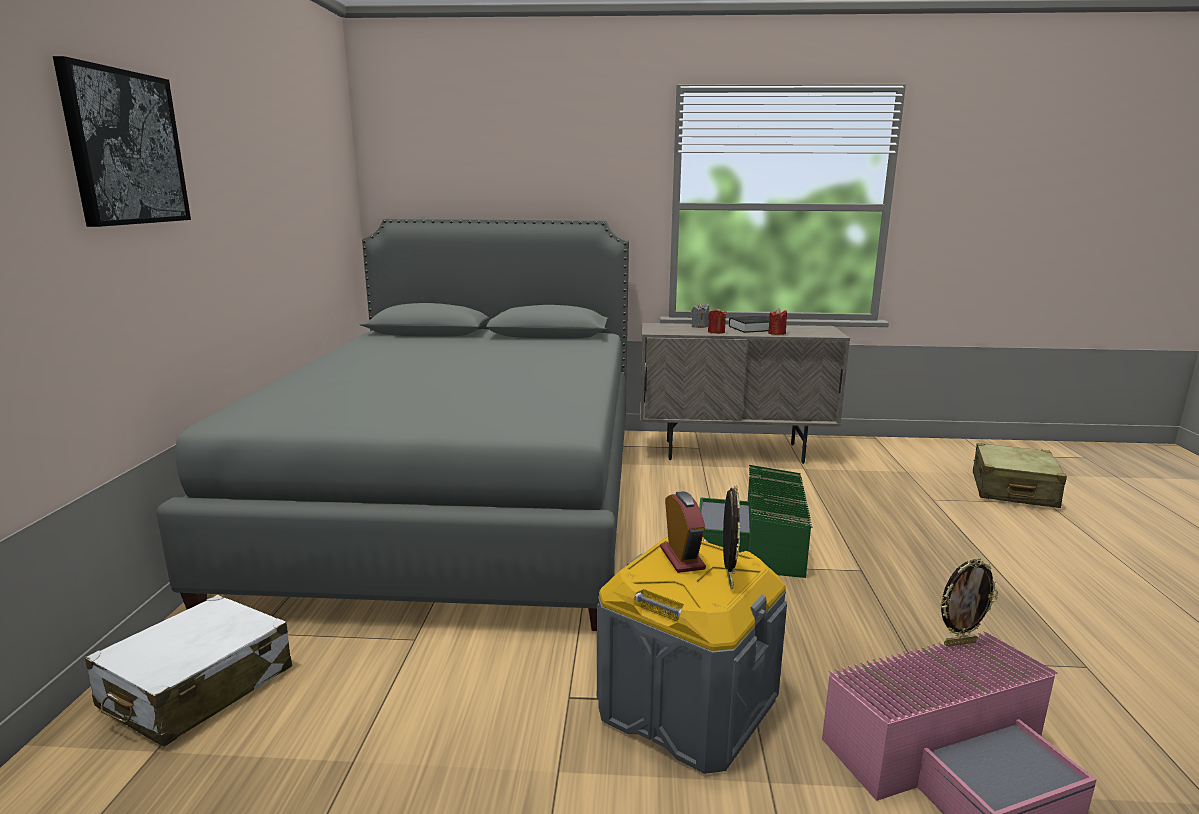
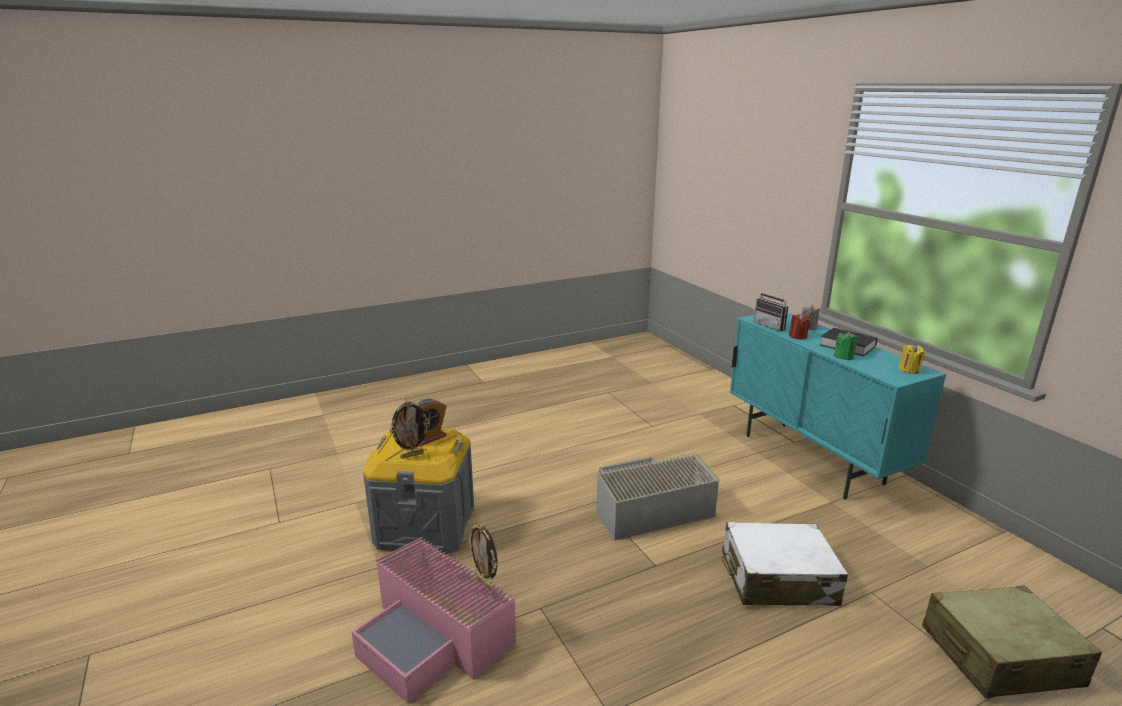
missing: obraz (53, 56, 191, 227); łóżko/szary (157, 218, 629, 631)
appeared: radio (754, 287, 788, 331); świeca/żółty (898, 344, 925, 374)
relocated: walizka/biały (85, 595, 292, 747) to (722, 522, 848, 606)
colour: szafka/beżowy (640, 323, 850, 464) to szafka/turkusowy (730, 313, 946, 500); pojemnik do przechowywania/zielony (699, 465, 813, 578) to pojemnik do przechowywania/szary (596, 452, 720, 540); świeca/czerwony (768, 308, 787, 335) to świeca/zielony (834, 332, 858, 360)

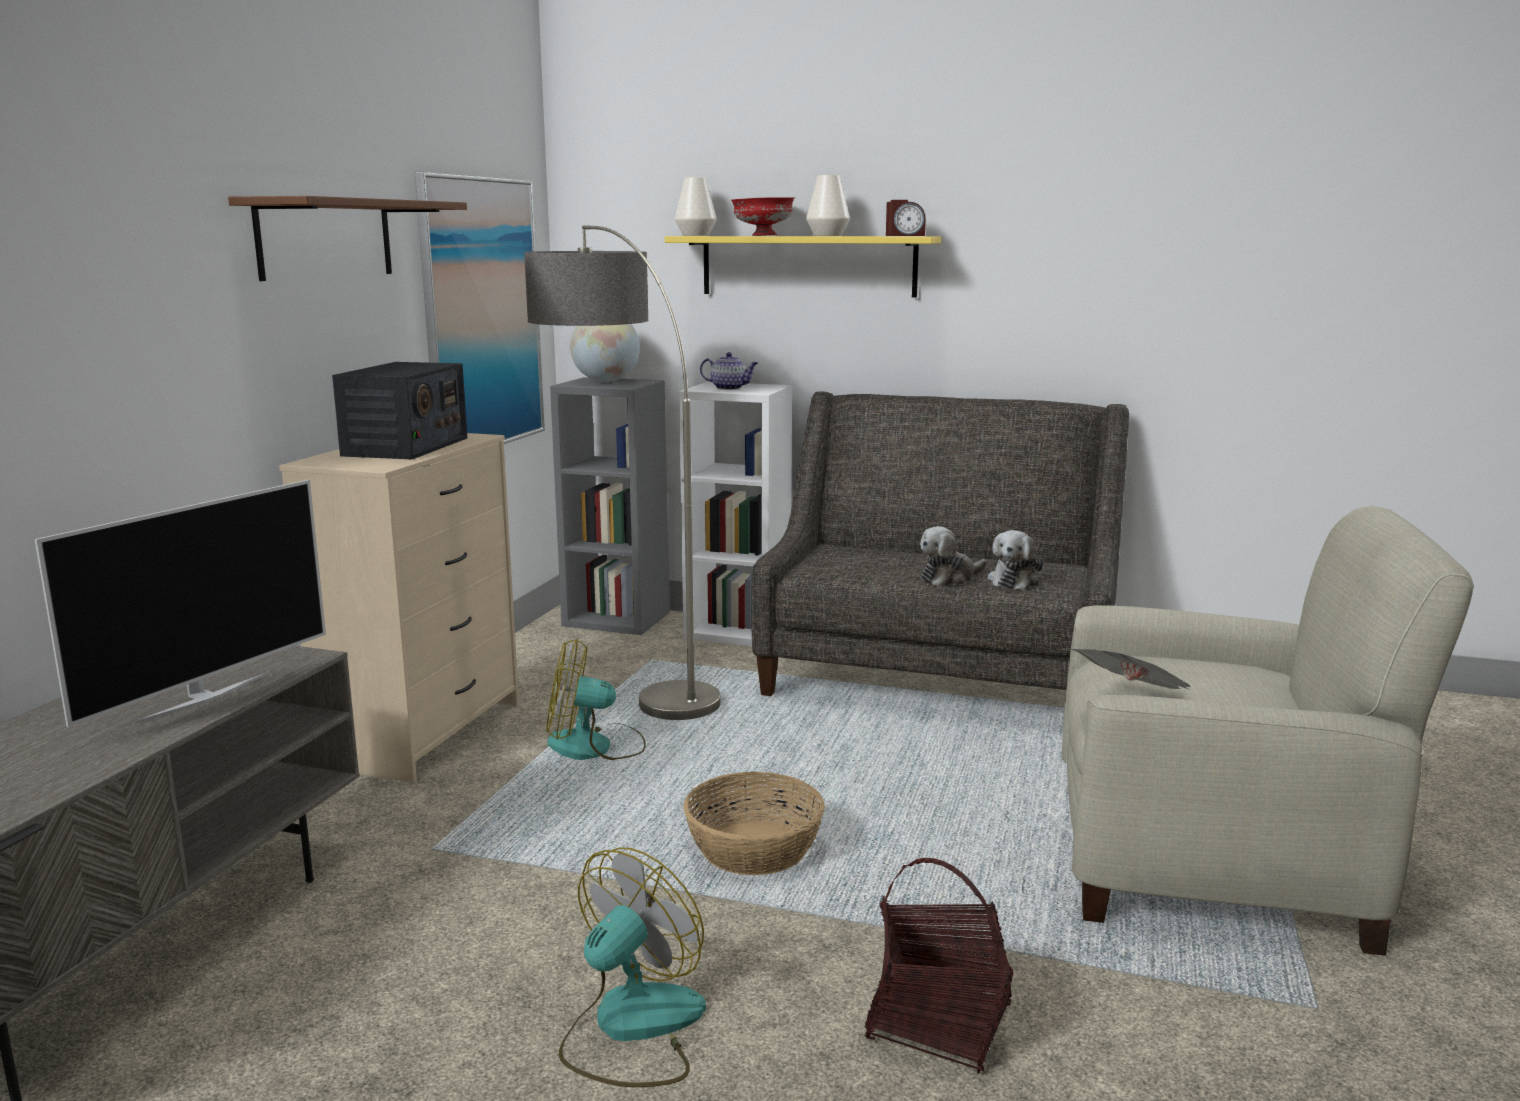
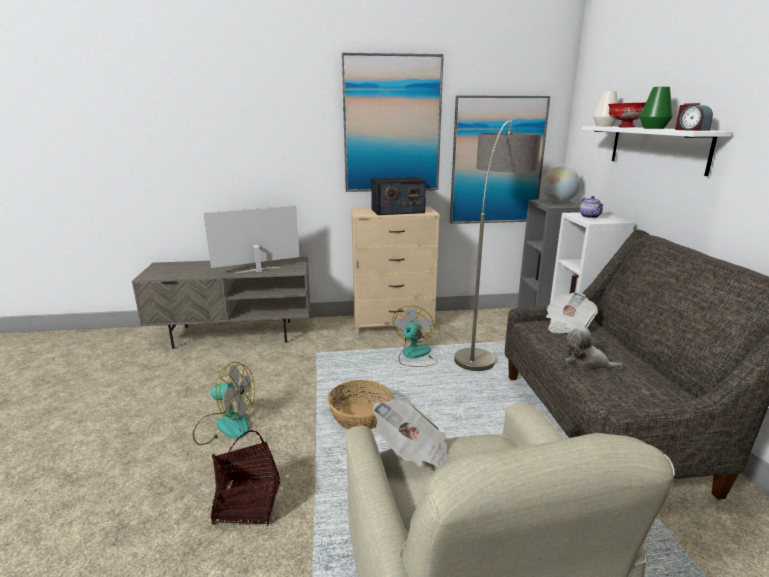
missing: pluszak (988, 530, 1044, 590)
appeared: gazeta (546, 292, 598, 333)
exchanged: półka/brązowy (228, 196, 467, 281) to obraz (342, 53, 444, 192)
colour: półka/żółty (665, 236, 941, 298) to półka/biały (582, 126, 732, 176); wazon/biały (806, 175, 850, 236) to wazon/zielony (639, 87, 673, 129)
spun: telewizor (35, 480, 326, 727) = (204, 206, 300, 273) 150 degrees clockwise; wentylator (547, 639, 646, 760) = (393, 306, 435, 367) 45 degrees clockwise

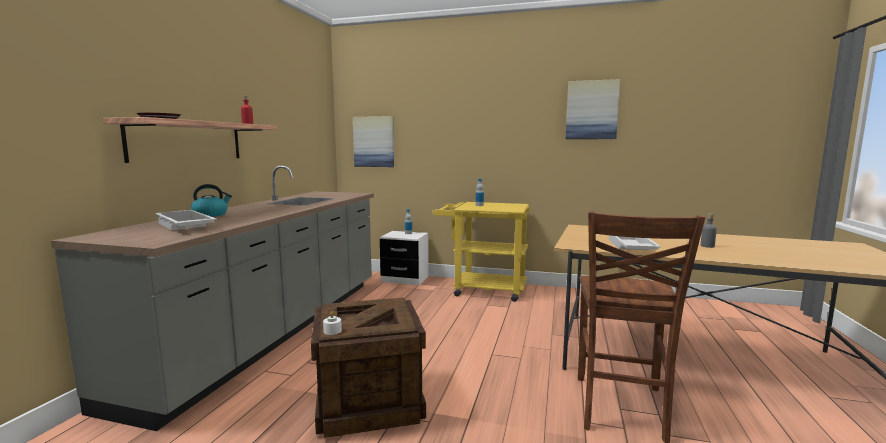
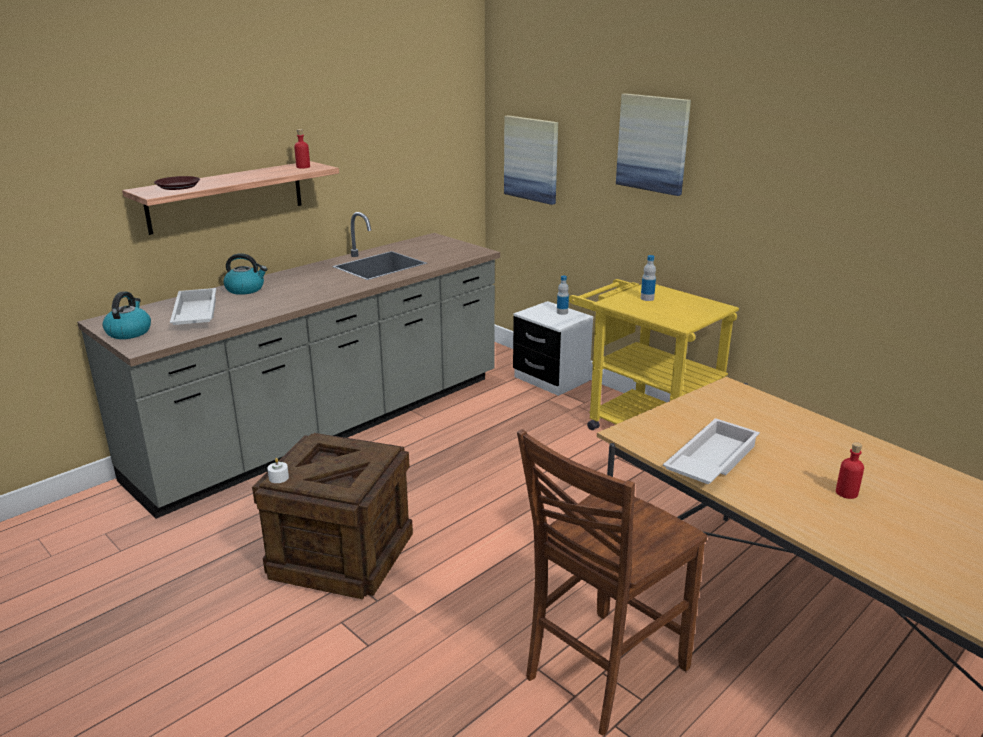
appeared: czajnik (102, 291, 151, 339)
relocated: obraz (566, 79, 620, 139) to (616, 93, 691, 196)
colour: butelka/szary (701, 214, 717, 248) to butelka/czerwony (836, 442, 864, 499)

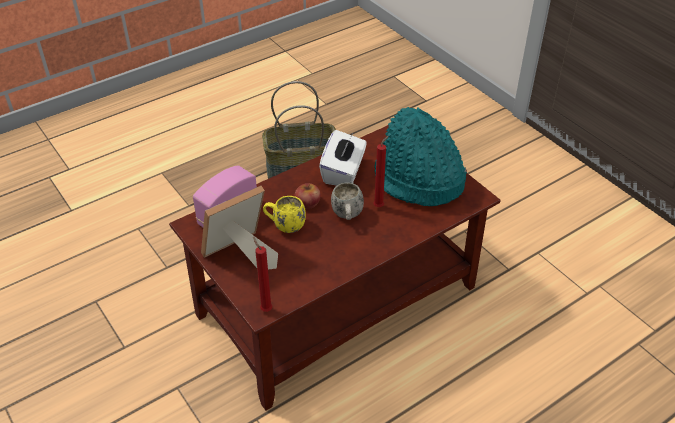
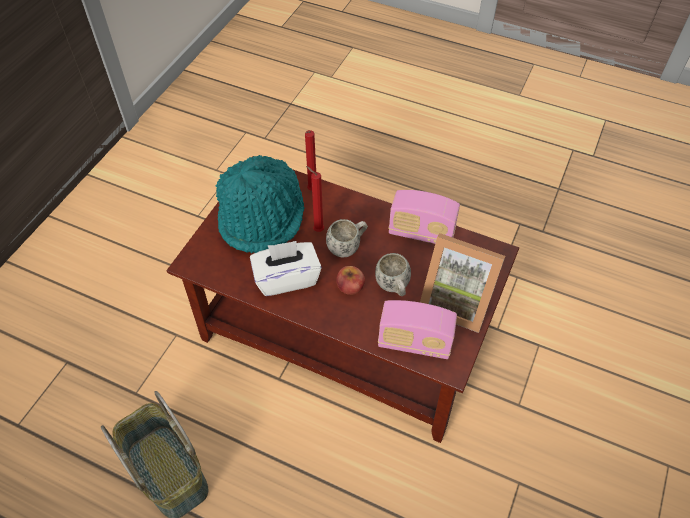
appeared: radio (389, 190, 460, 244)
relocated: świeca/czerwony (253, 237, 272, 312) to (305, 130, 316, 191)
colour: kubek/żółty (263, 196, 306, 233) to kubek/biały (375, 253, 411, 296)

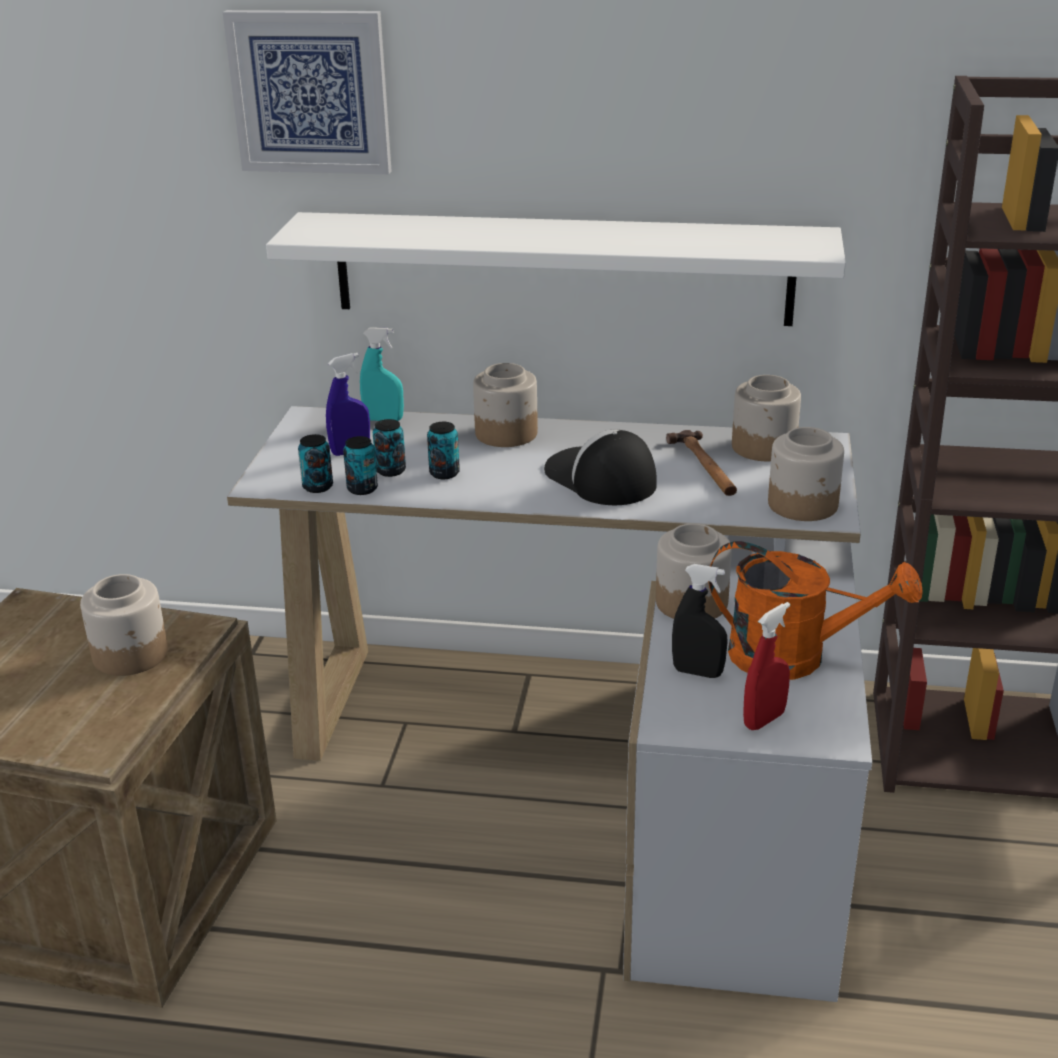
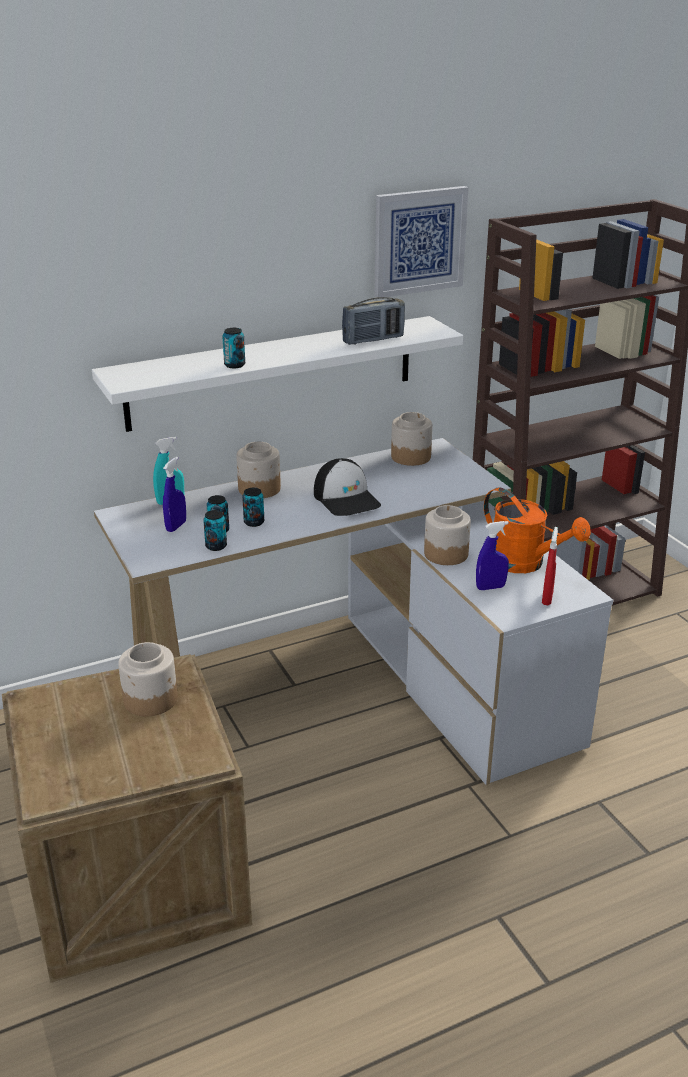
missing: młotek (666, 430, 737, 496); słoik (768, 427, 844, 521)
appeared: radio (342, 297, 405, 345)
relocated: obraz (223, 10, 392, 174) to (375, 186, 468, 298); puszka (298, 434, 333, 493) to (222, 328, 245, 368)
colour: spryskiwacz/czarny (672, 564, 728, 678) to spryskiwacz/niebieski (476, 521, 509, 590)
spun: czapka z daszkiem (544, 430, 657, 505) = (314, 458, 381, 516) 135 degrees counterclockwise; konewka/pomarańczowy (708, 541, 922, 680) = (484, 487, 591, 573) 60 degrees clockwise

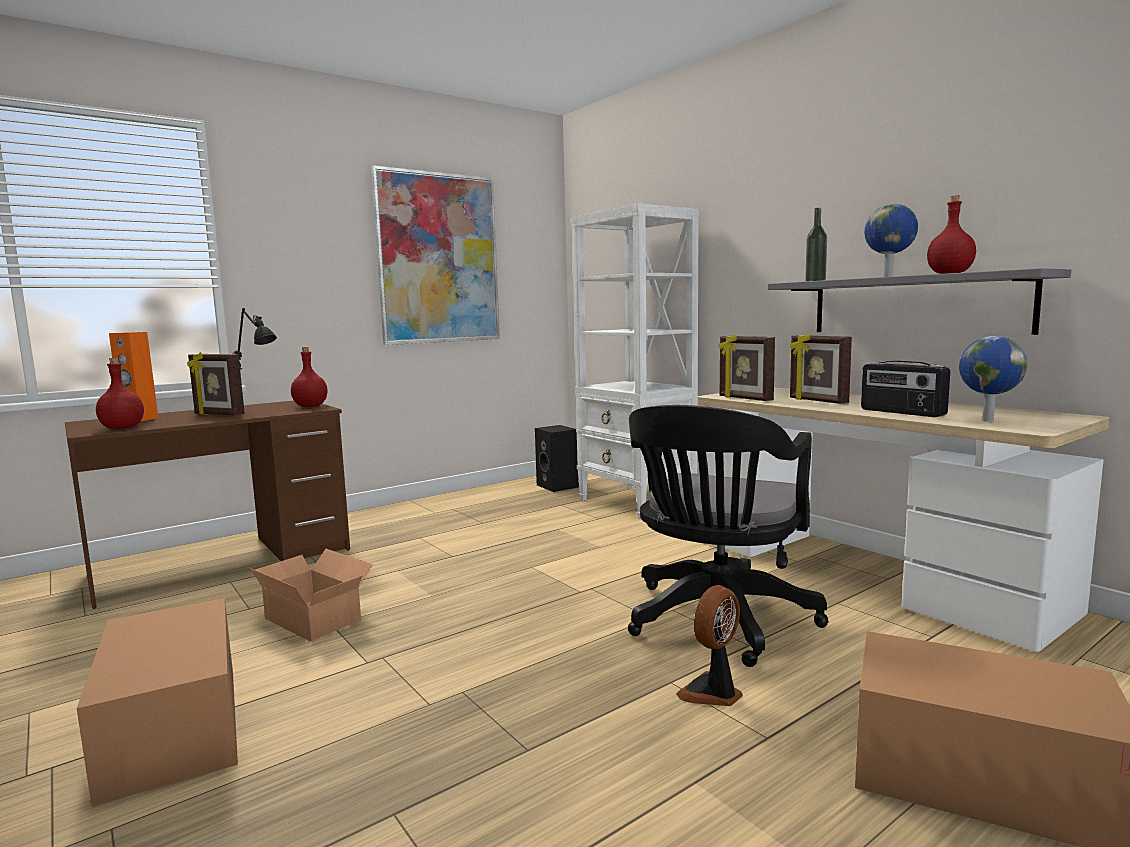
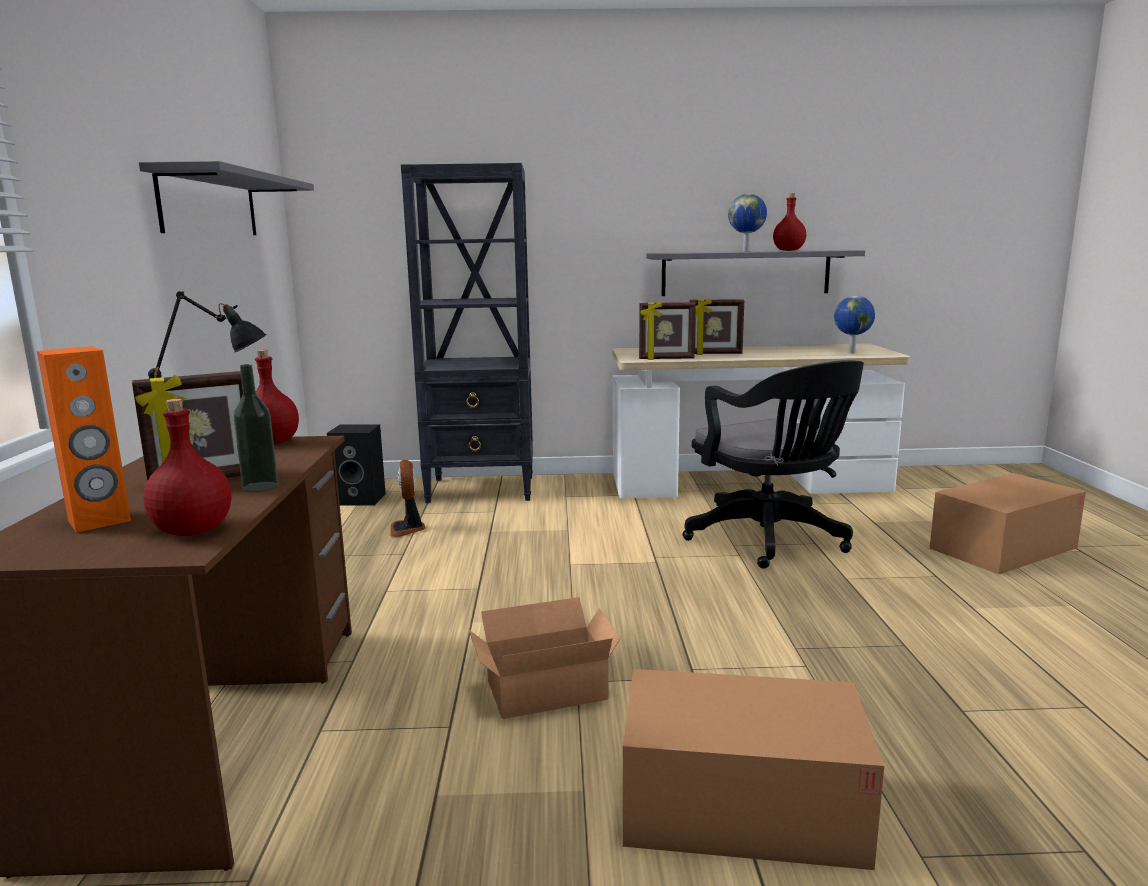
missing: radio (861, 361, 950, 417)
relocated: wentylator (676, 585, 743, 706) to (391, 460, 425, 537); butelka (805, 208, 827, 281) to (233, 364, 278, 492)
exchanged: obraz (371, 165, 500, 345) to półka/szary (139, 161, 314, 235)
colour: regał/biały (571, 203, 699, 520) to regał/czarny (401, 163, 533, 503)

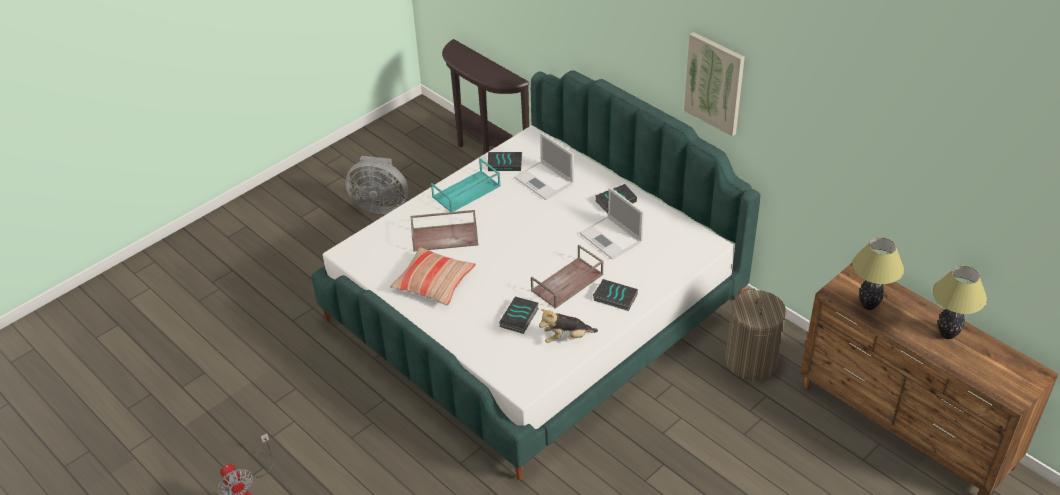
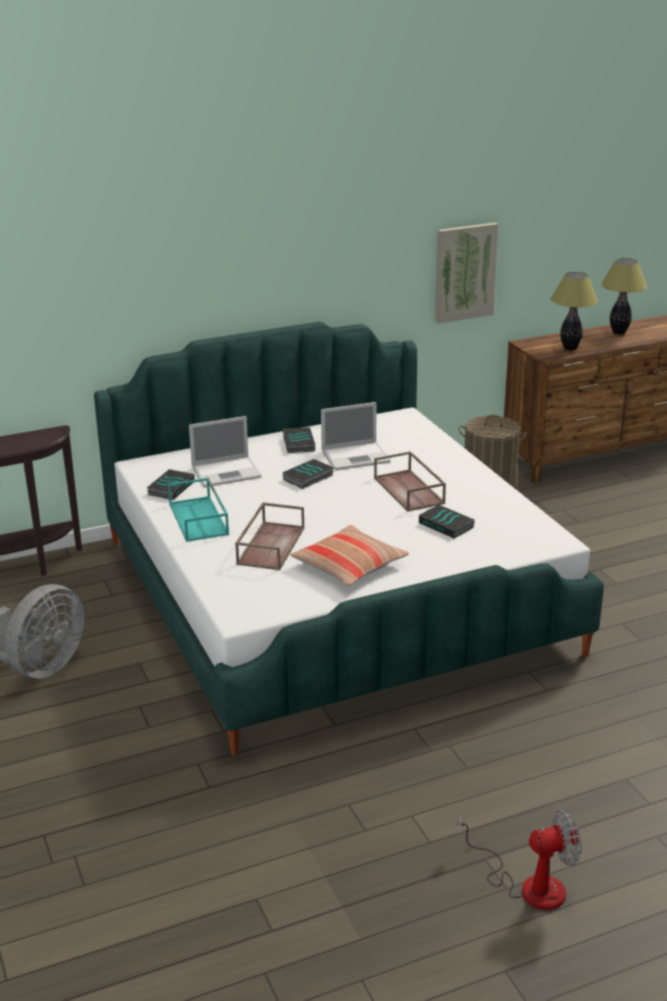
missing: pluszak (539, 309, 598, 343)
relocated: książka (593, 279, 638, 311) to (283, 459, 334, 489); obraz (684, 32, 745, 137) to (435, 222, 499, 324)

